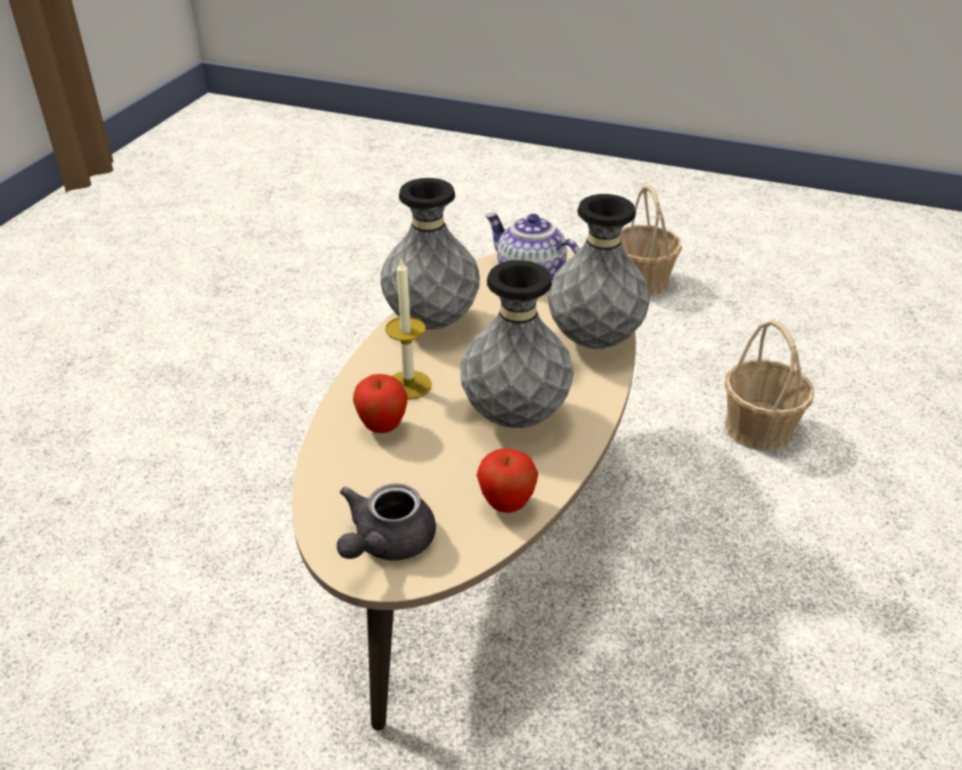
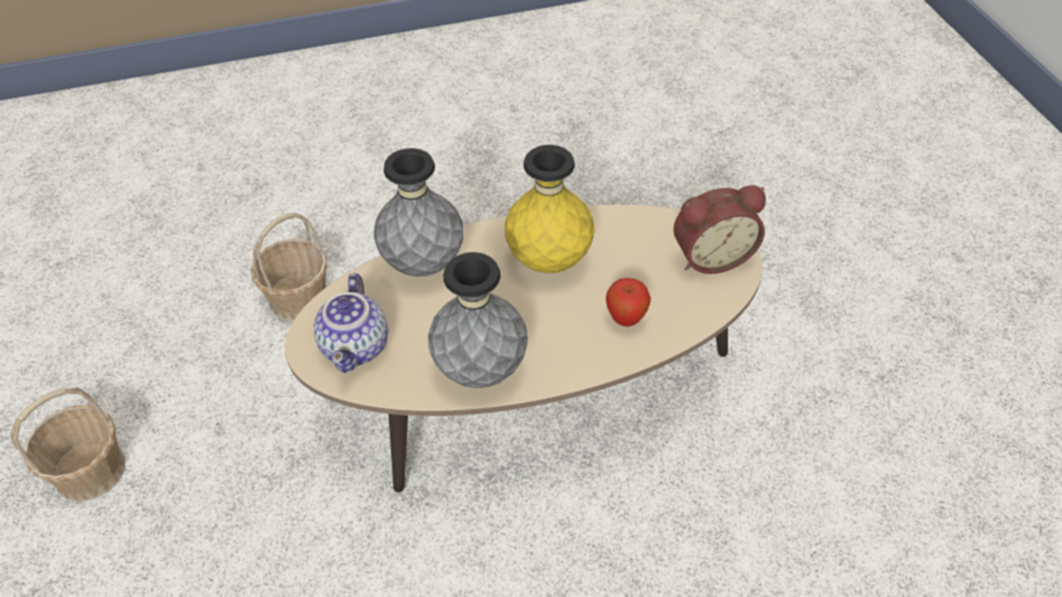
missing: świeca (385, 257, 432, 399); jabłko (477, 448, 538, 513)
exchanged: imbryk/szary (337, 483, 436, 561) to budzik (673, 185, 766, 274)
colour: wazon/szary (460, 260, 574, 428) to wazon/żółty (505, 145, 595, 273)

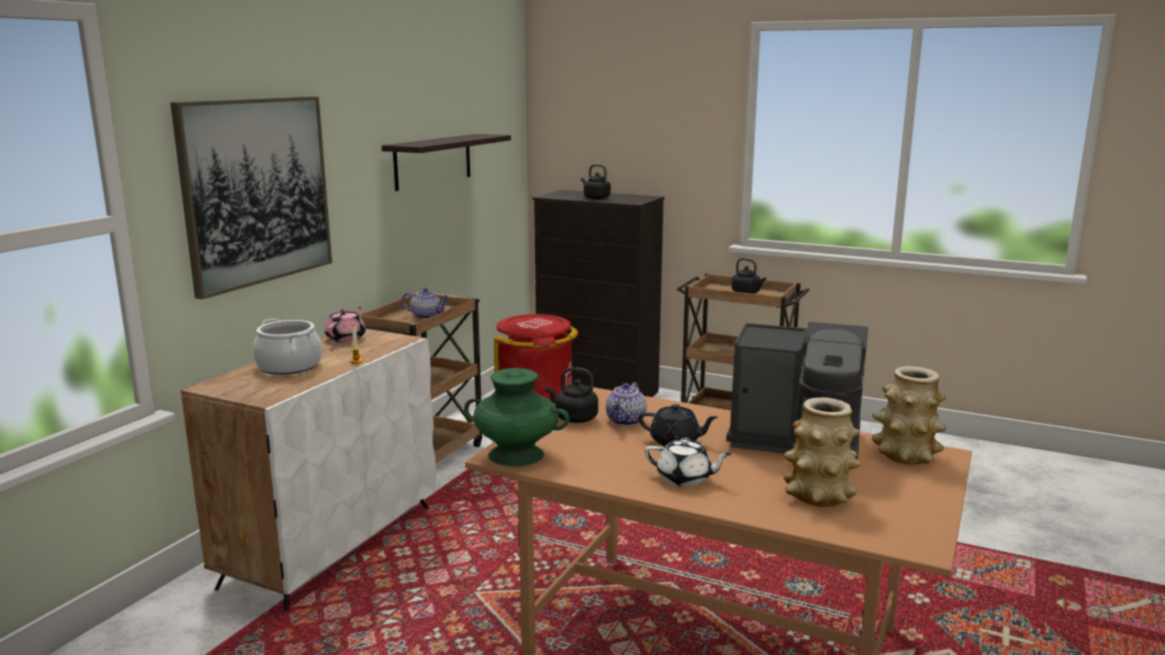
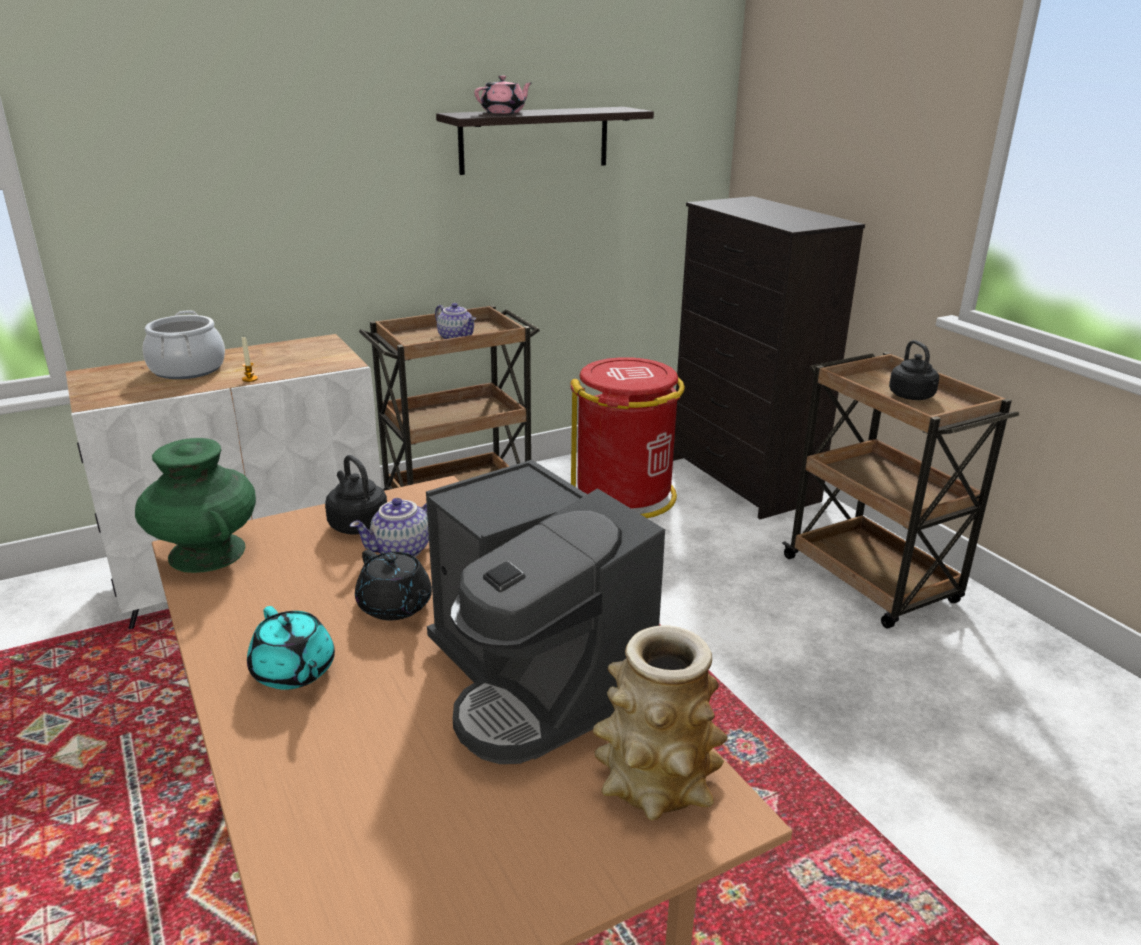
missing: obraz (170, 97, 332, 299); czajnik/czarny (581, 164, 611, 199); wazon (783, 397, 861, 507)
relocated: imbryk/różowy (325, 307, 366, 342) to (474, 75, 533, 114)
colour: imbryk/biały (645, 438, 732, 487) to imbryk/turkusowy (247, 606, 335, 690)

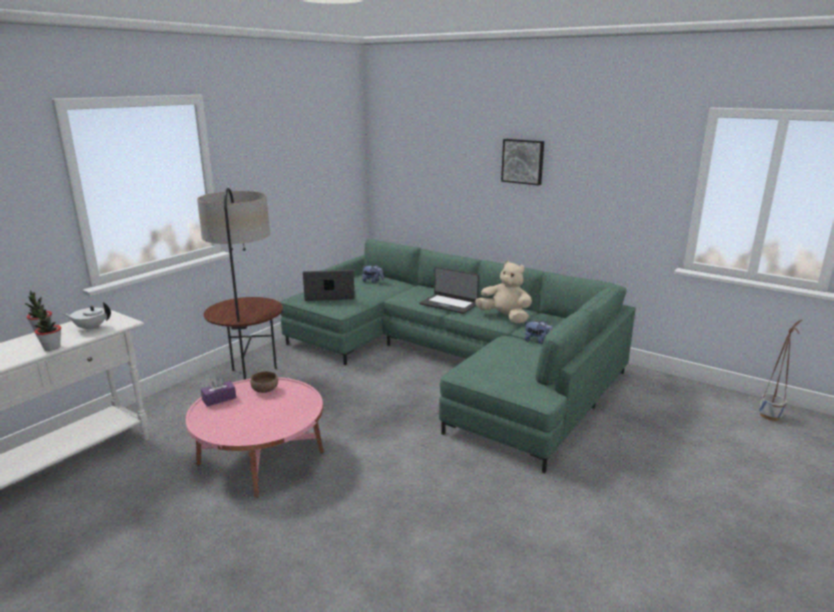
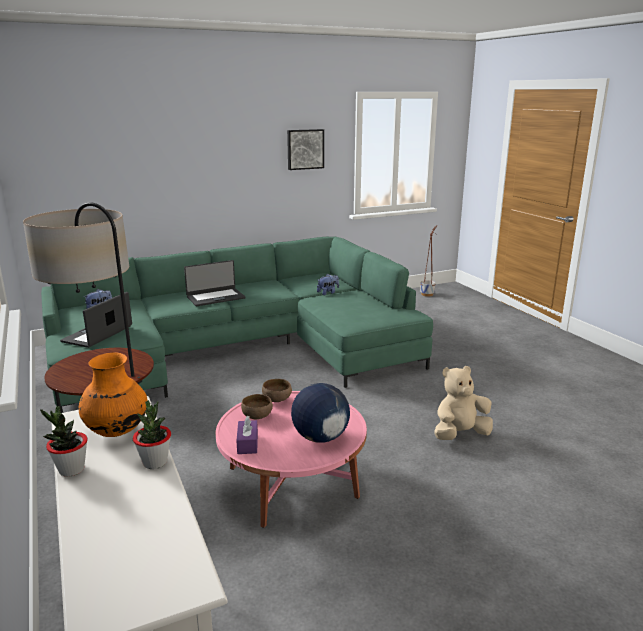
appeared: miska/brązowy (262, 379, 292, 402); globus (291, 383, 350, 443)
relocated: pluszak/beżowy (475, 260, 532, 323) to (434, 366, 493, 440); obraz (501, 139, 544, 185) to (287, 129, 324, 170)
exchanged: imbryk/biały (63, 302, 111, 331) to wazon/pomarańczowy (79, 353, 148, 437)

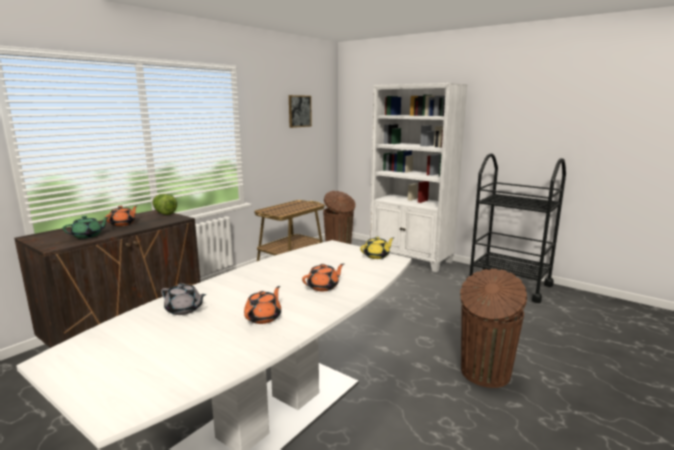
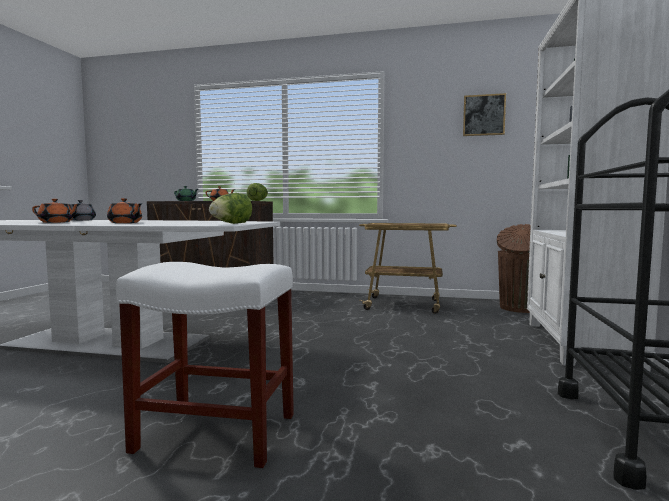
exchanged: imbryk/żółty (360, 236, 394, 259) to sałata (209, 193, 252, 224); kosz na śmieci/brązowy (460, 269, 527, 388) to stołek/biały (116, 262, 294, 468)

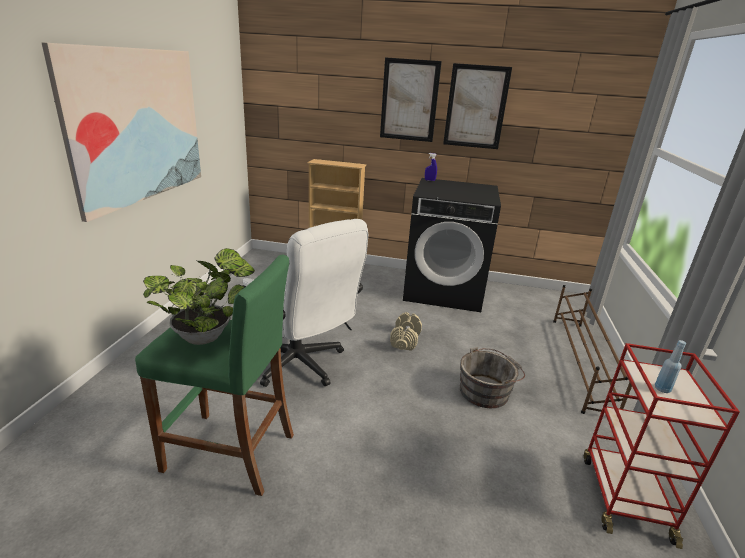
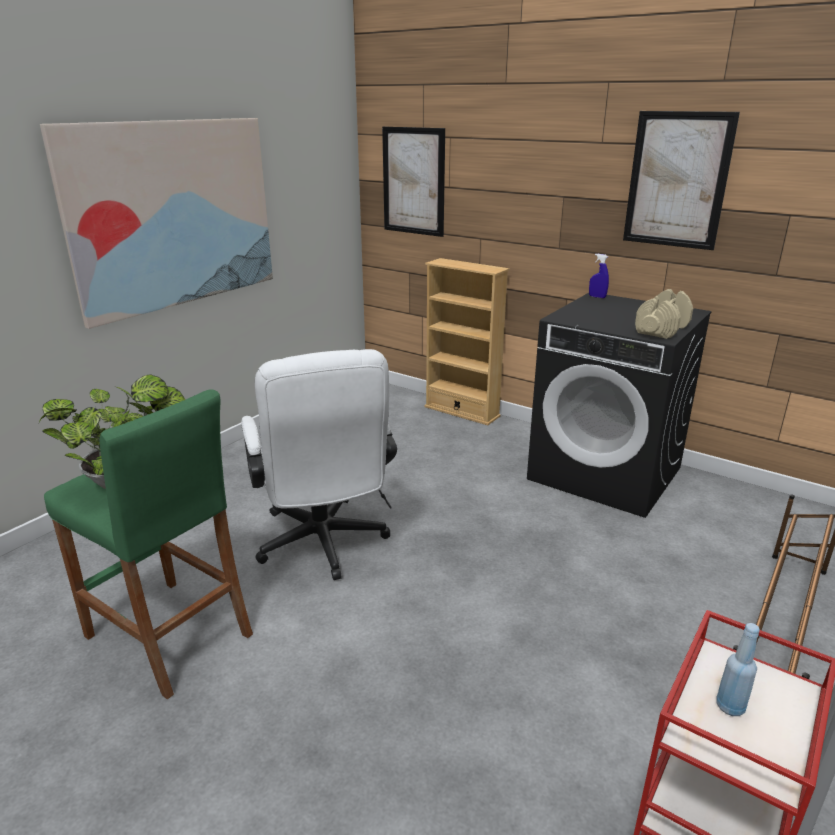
missing: wiadro/szary (460, 347, 525, 408)
relocated: obraz (380, 57, 442, 142) to (382, 127, 445, 237); hantel/beżowy (390, 312, 422, 351) to (635, 289, 693, 339)

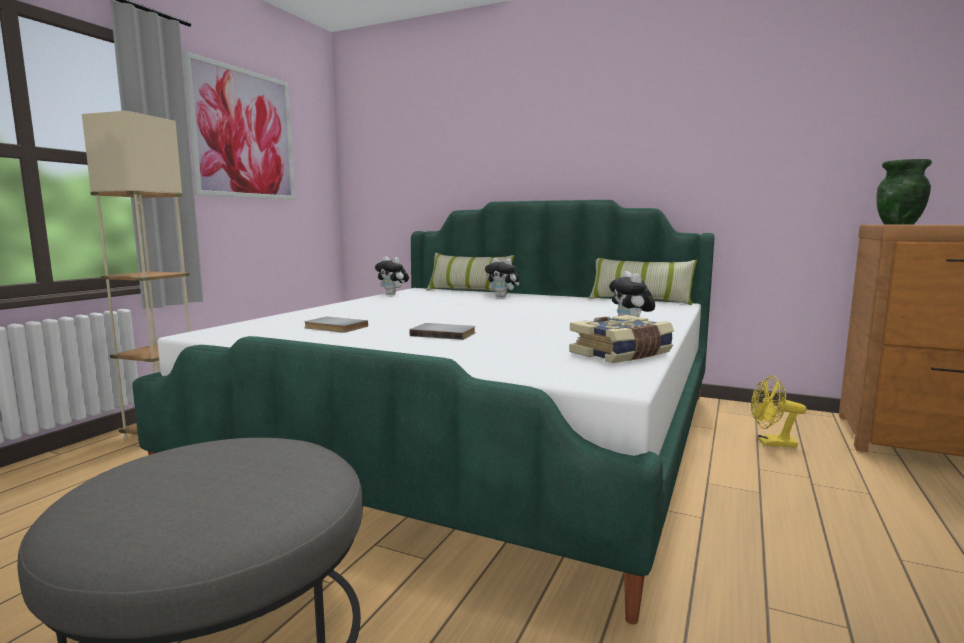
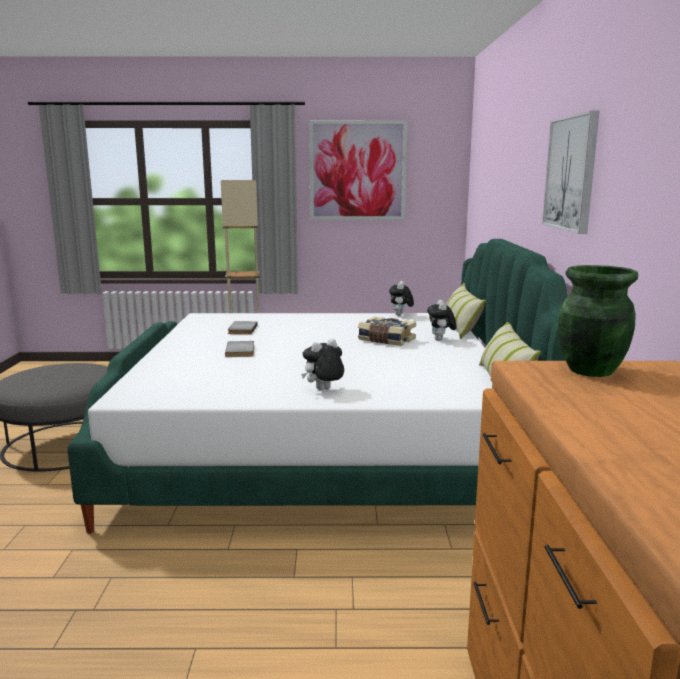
missing: wentylator/żółty (751, 375, 807, 447)
appeared: obraz (542, 111, 599, 234)
relocated: książka (569, 315, 674, 363) to (358, 317, 416, 346)

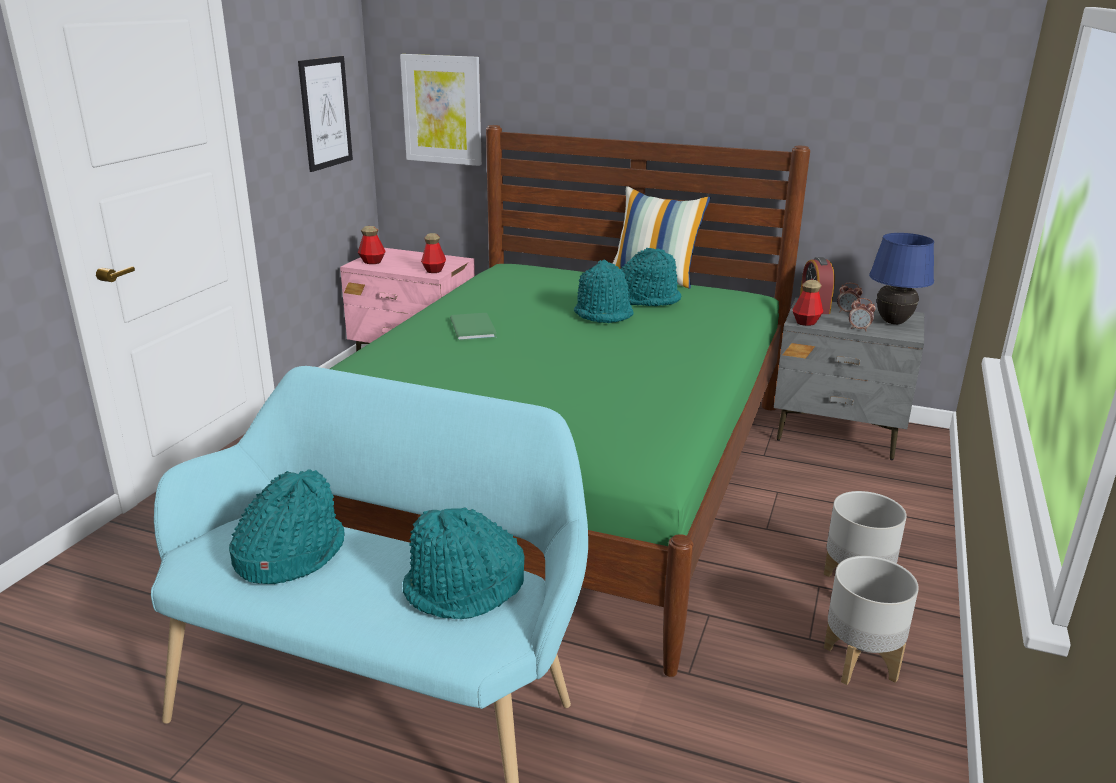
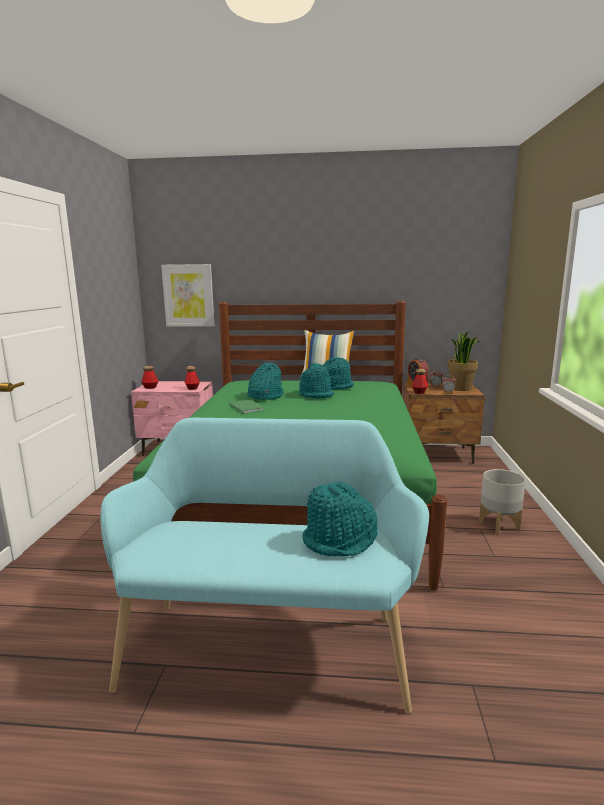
missing: obraz (298, 56, 353, 172); donica/szary (824, 556, 919, 685)
relocated: kapelusz/turkusowy (229, 470, 345, 584) to (247, 363, 284, 400)
exchanged: lampa stołowa/niebieski (869, 233, 934, 324) to roślina doniczkowa (447, 332, 481, 391)
colour: szafka nocna/szary (774, 297, 924, 460) to szafka nocna/brązowy (403, 383, 485, 464)

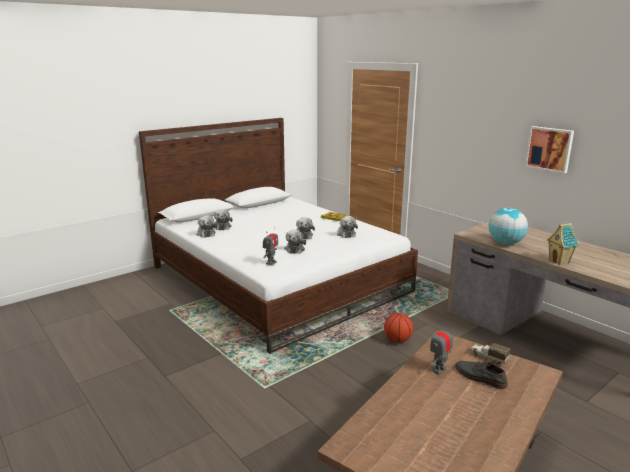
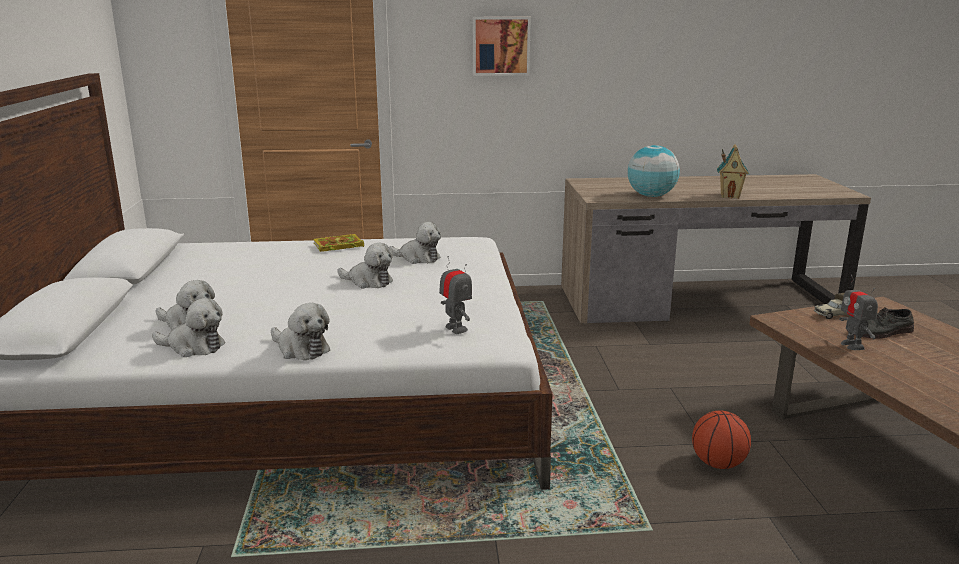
relocated: pluszak (284, 230, 306, 254) to (271, 303, 330, 360); piłka do koszykówki (384, 313, 414, 343) to (692, 411, 751, 469); obraz (525, 126, 574, 174) to (473, 17, 531, 76)

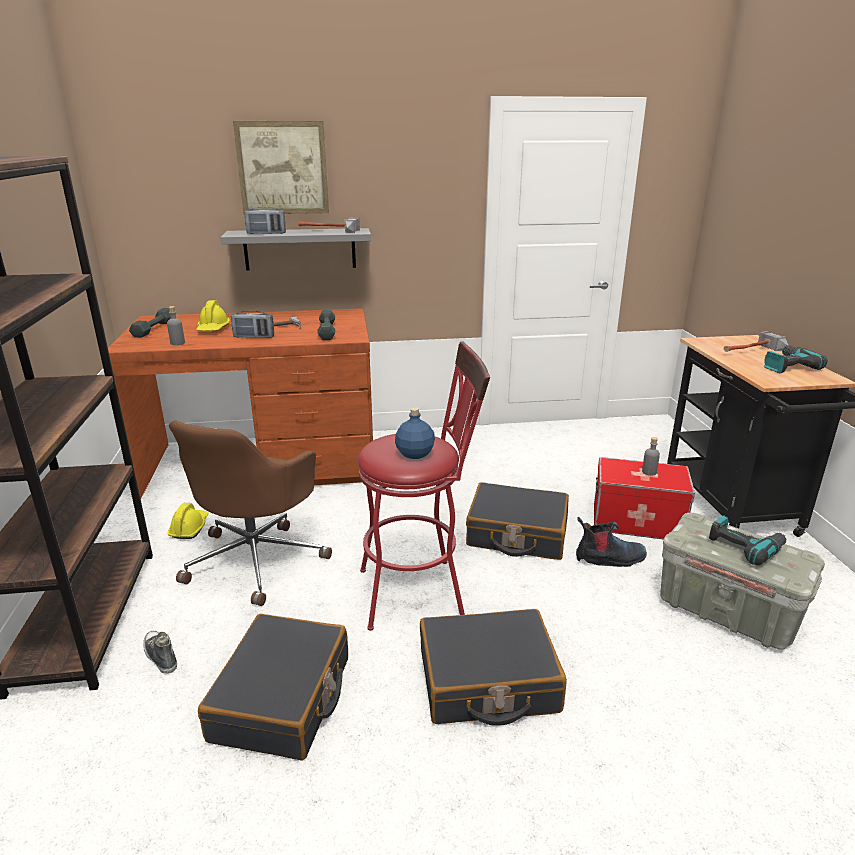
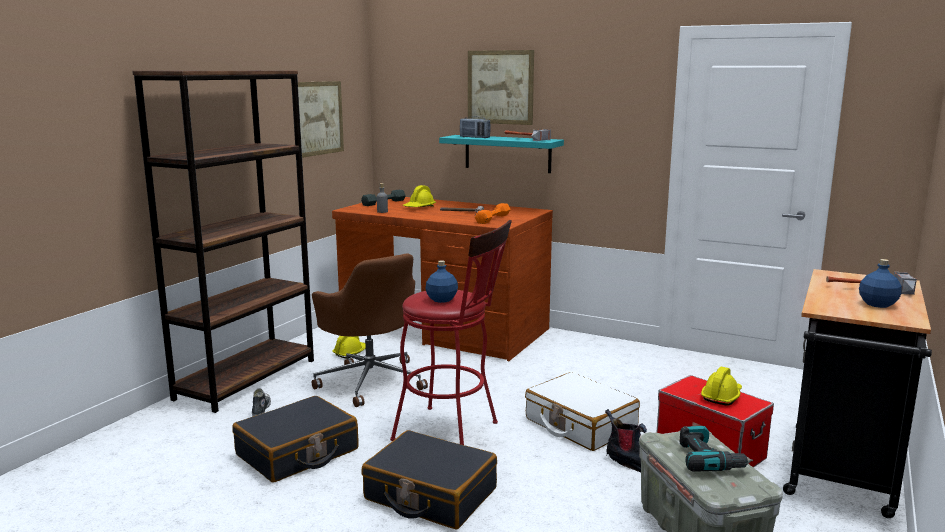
missing: radio (231, 311, 274, 338)
appeared: obraz (298, 81, 344, 158)
exchanged: butelka/szary (642, 437, 660, 476) to kask/żółty (701, 367, 742, 406); wiertarka (764, 345, 828, 373) to butelka/niebieski (859, 259, 902, 308)
colour: półka/szary (220, 228, 371, 271) to półka/turkusowy (439, 135, 564, 173); hantel/szary (317, 310, 335, 340) to hantel/pomarańczowy (475, 203, 511, 224); walizka/czarny (466, 482, 569, 560) to walizka/biały (525, 372, 640, 451)
spun: krzesło biurowe/brązowy (169, 420, 332, 606) = (312, 253, 428, 407) 90 degrees counterclockwise

